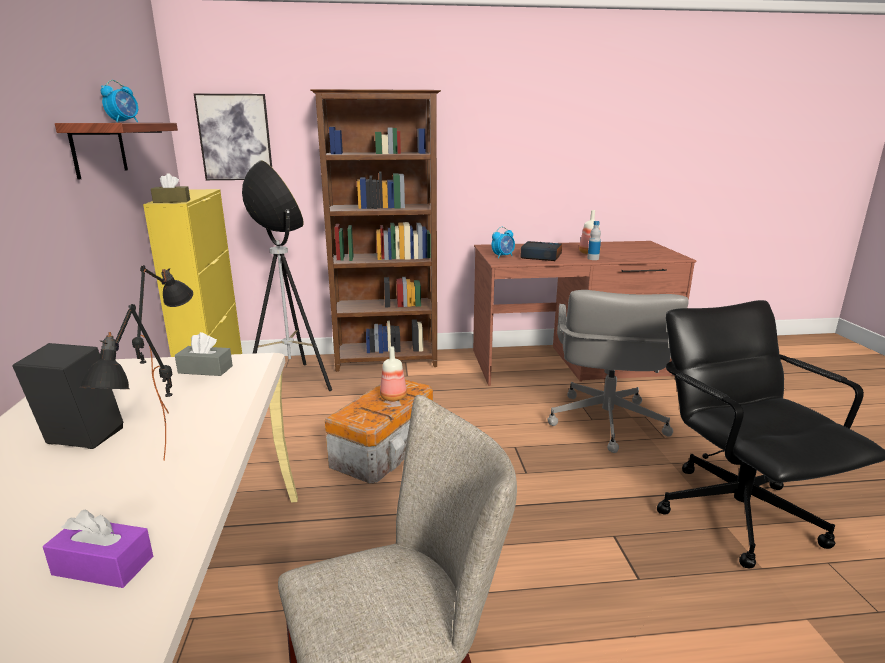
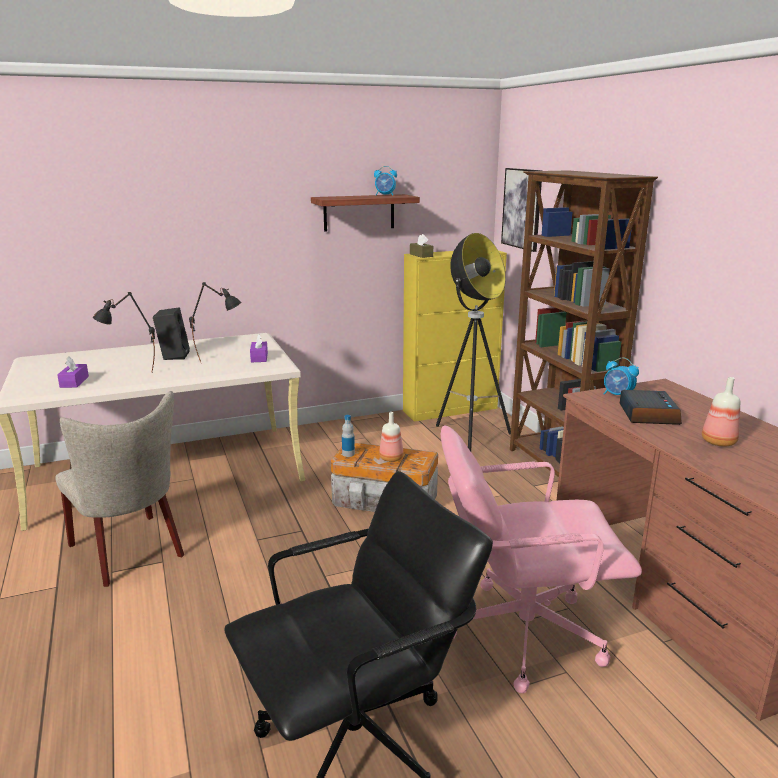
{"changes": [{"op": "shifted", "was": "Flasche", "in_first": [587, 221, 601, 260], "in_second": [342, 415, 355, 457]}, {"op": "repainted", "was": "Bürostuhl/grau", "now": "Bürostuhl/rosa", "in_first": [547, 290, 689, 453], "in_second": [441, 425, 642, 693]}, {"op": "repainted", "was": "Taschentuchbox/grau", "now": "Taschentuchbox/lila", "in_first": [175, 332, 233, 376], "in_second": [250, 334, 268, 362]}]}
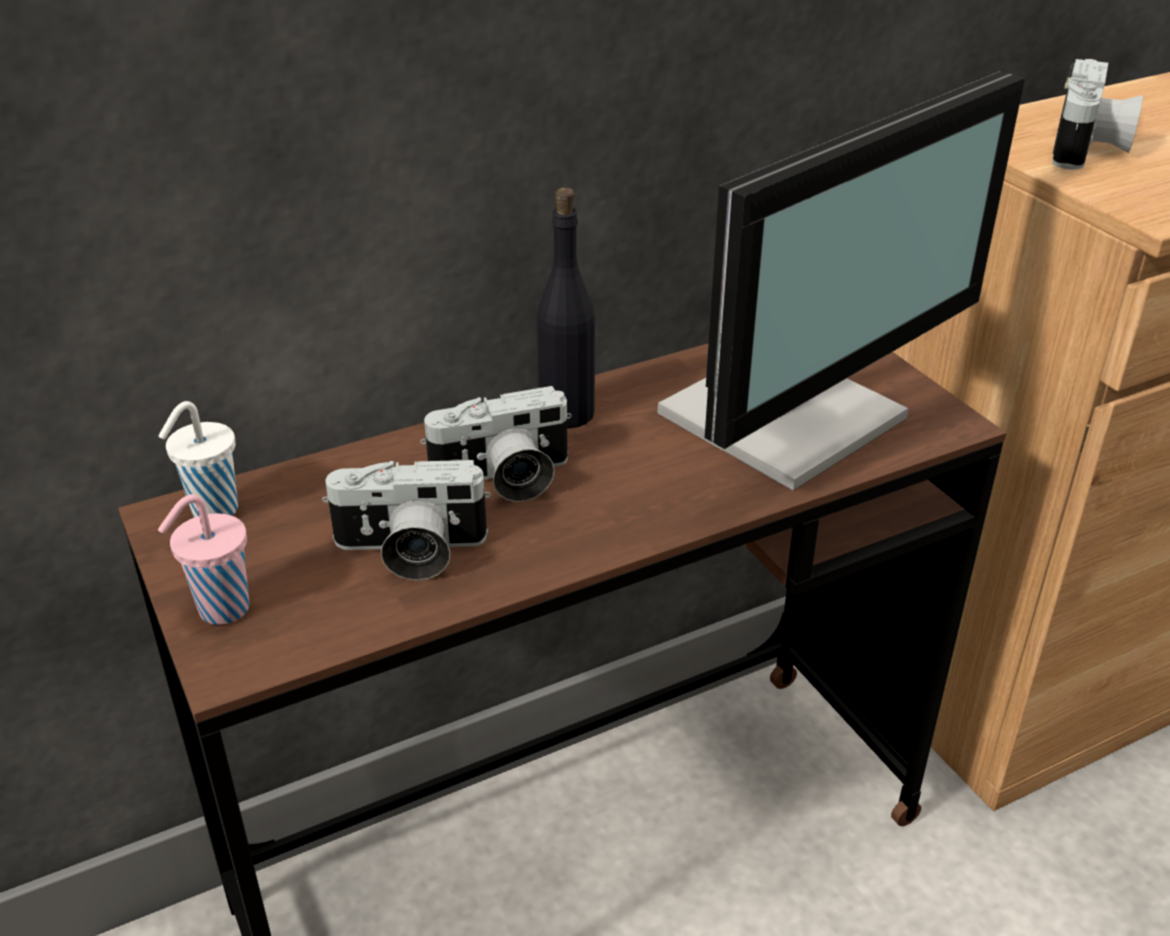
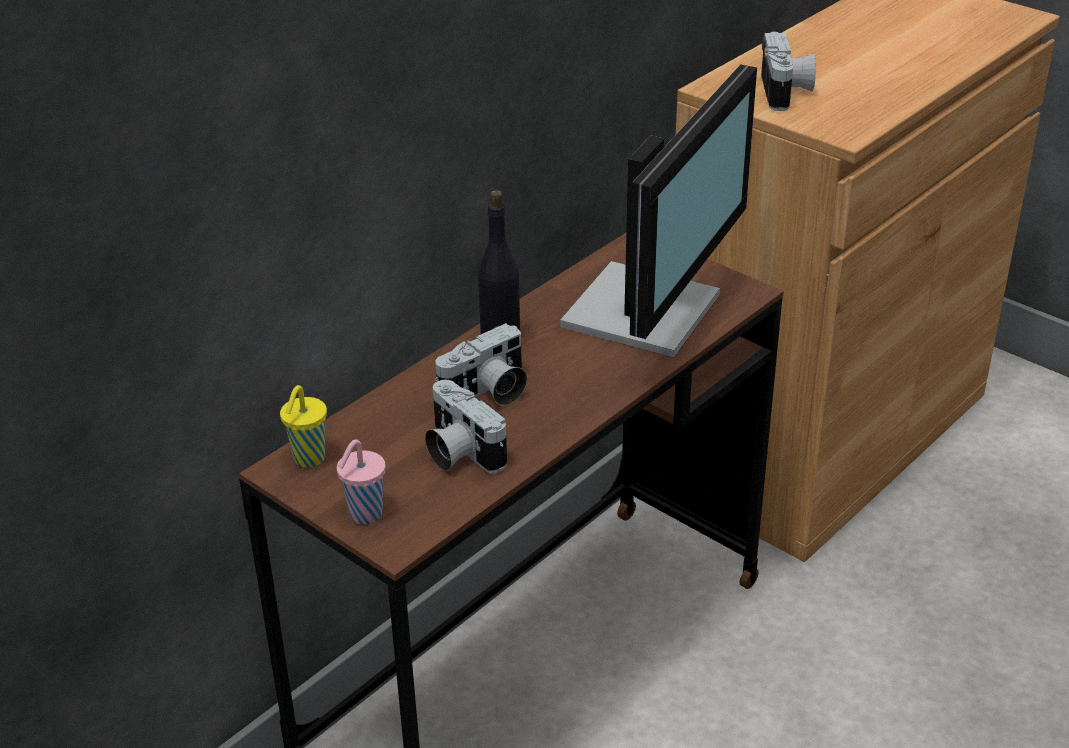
{"changes": [{"op": "repainted", "was": "Tasse/weiß", "now": "Tasse/gelb", "in_first": [158, 401, 238, 517], "in_second": [280, 385, 327, 468]}, {"op": "rotated", "was": "Kamera", "in_first": [322, 459, 491, 580], "in_second": [425, 380, 507, 473], "clockwise": 75}]}
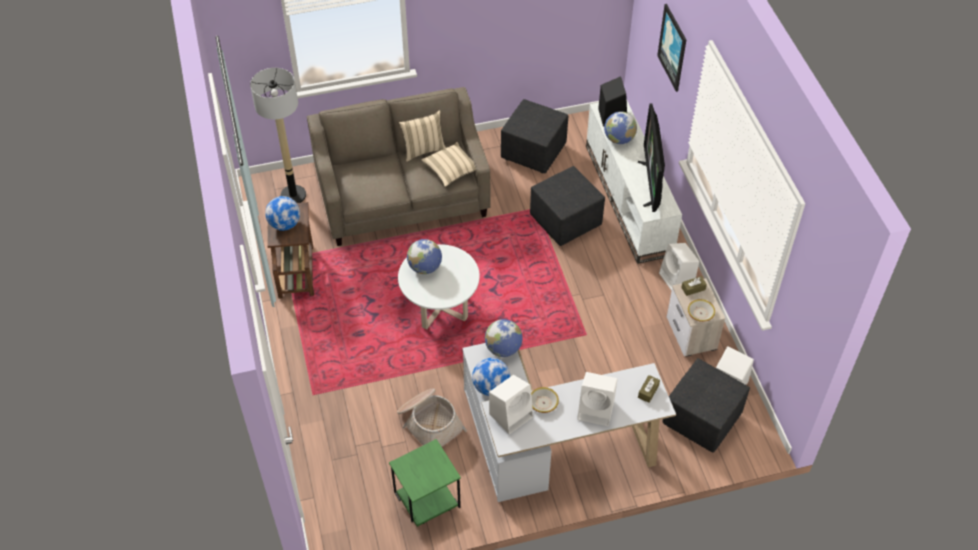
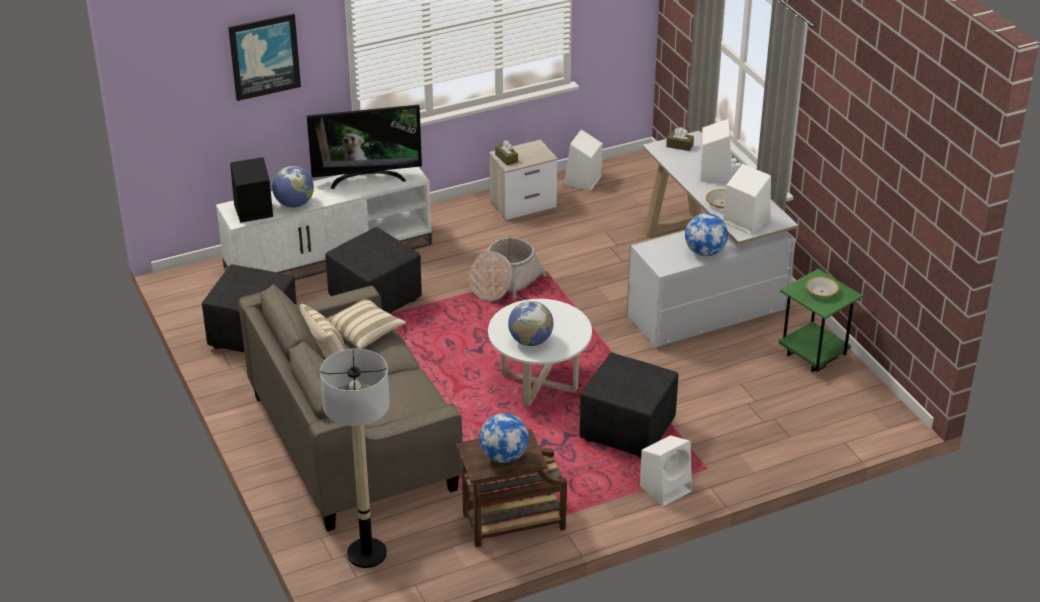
{"changes": [{"op": "shifted", "was": "Lautsprecher/weiß", "in_first": [659, 243, 699, 291], "in_second": [640, 435, 692, 507]}, {"op": "shifted", "was": "Schüssel", "in_first": [688, 299, 715, 322], "in_second": [805, 277, 839, 298]}, {"op": "gone", "was": "Globus", "in_first": [485, 319, 523, 357]}, {"op": "shifted", "was": "Polsterhocker/schwarz", "in_first": [663, 358, 750, 453], "in_second": [580, 352, 678, 459]}, {"op": "shifted", "was": "Korb", "in_first": [397, 388, 467, 447], "in_second": [469, 238, 547, 301]}]}
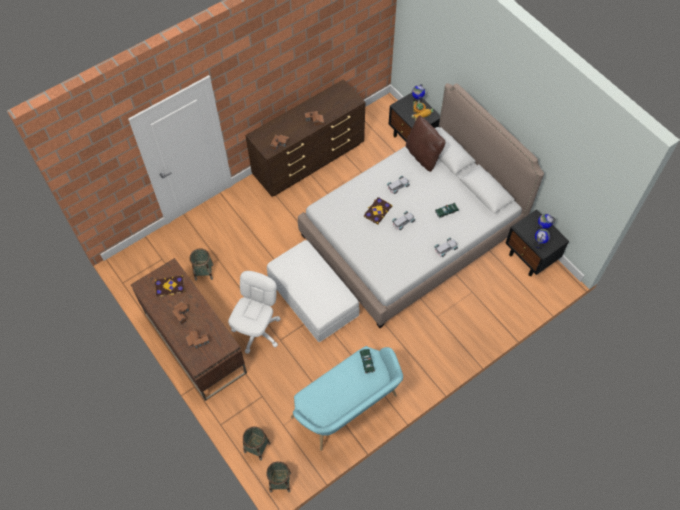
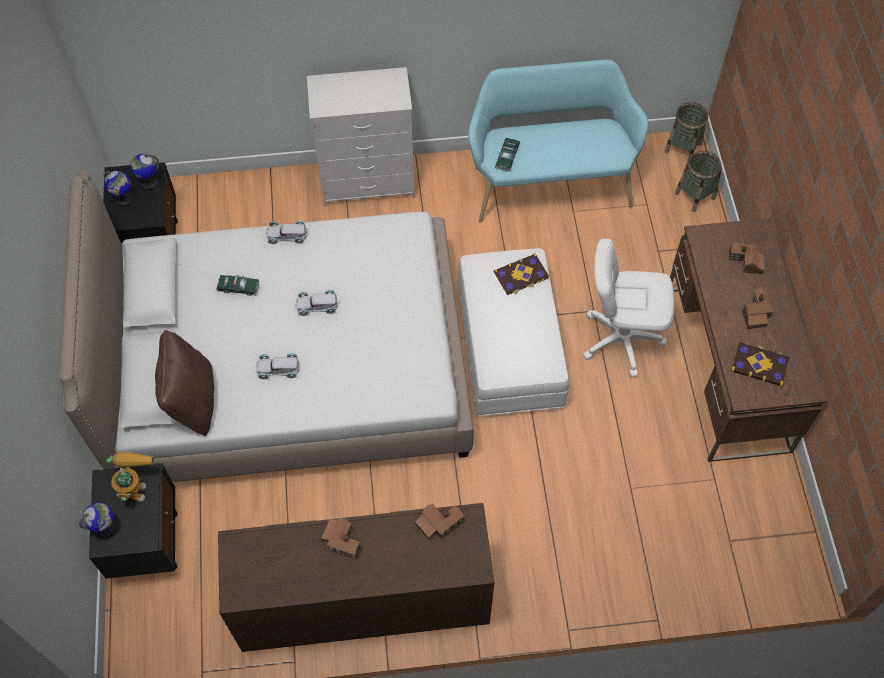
{"changes": [{"op": "shifted", "was": "Buch", "in_first": [364, 197, 393, 225], "in_second": [494, 253, 549, 295]}, {"op": "gone", "was": "Korb", "in_first": [190, 248, 214, 281]}, {"op": "rotated", "was": "Bürostuhl/weiß", "in_first": [228, 271, 281, 354], "in_second": [583, 238, 675, 377], "clockwise": 45}, {"op": "new", "now": "Kommode/weiß", "in_second": [307, 67, 415, 206]}]}
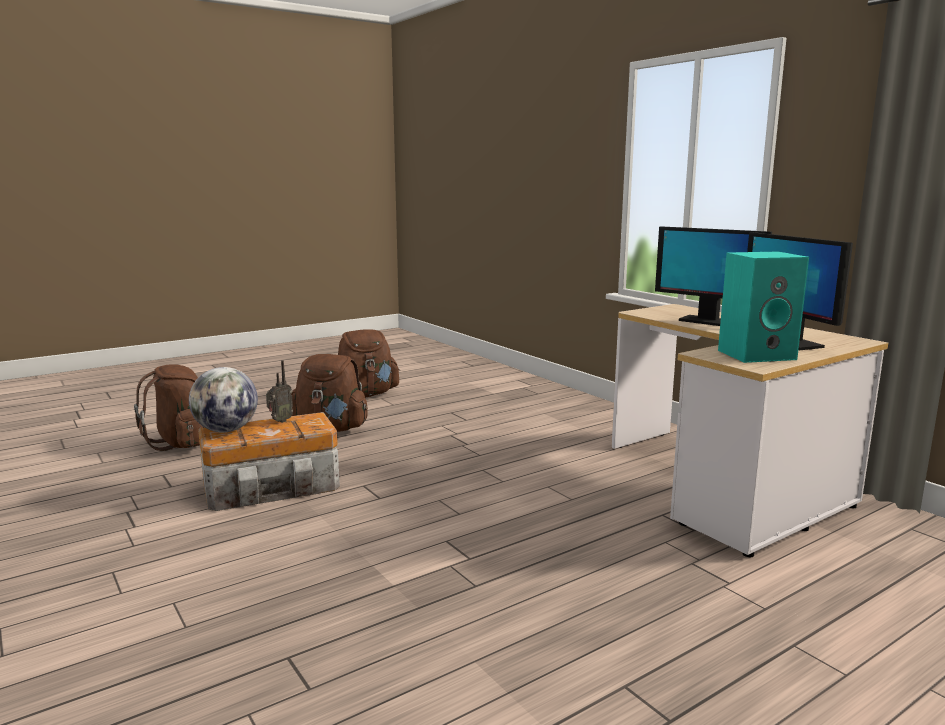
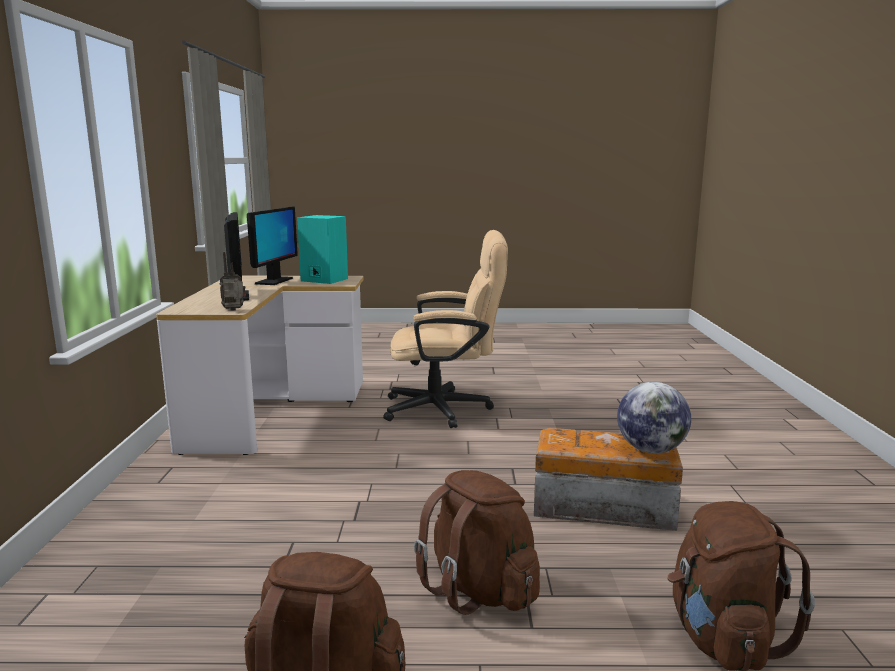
{"changes": [{"op": "shifted", "was": "Radio", "in_first": [266, 360, 293, 423], "in_second": [220, 252, 246, 311]}, {"op": "new", "now": "Bürostuhl/beige", "in_second": [383, 230, 508, 428]}]}
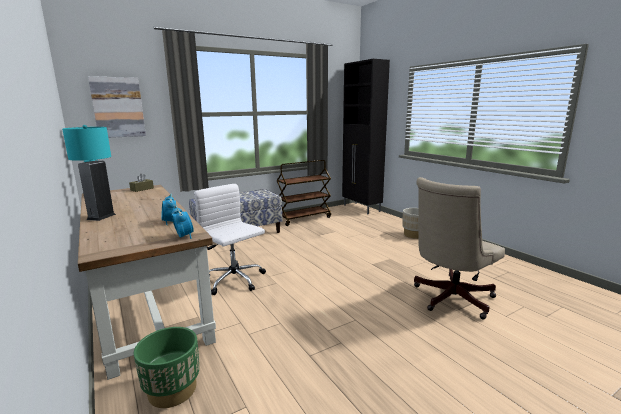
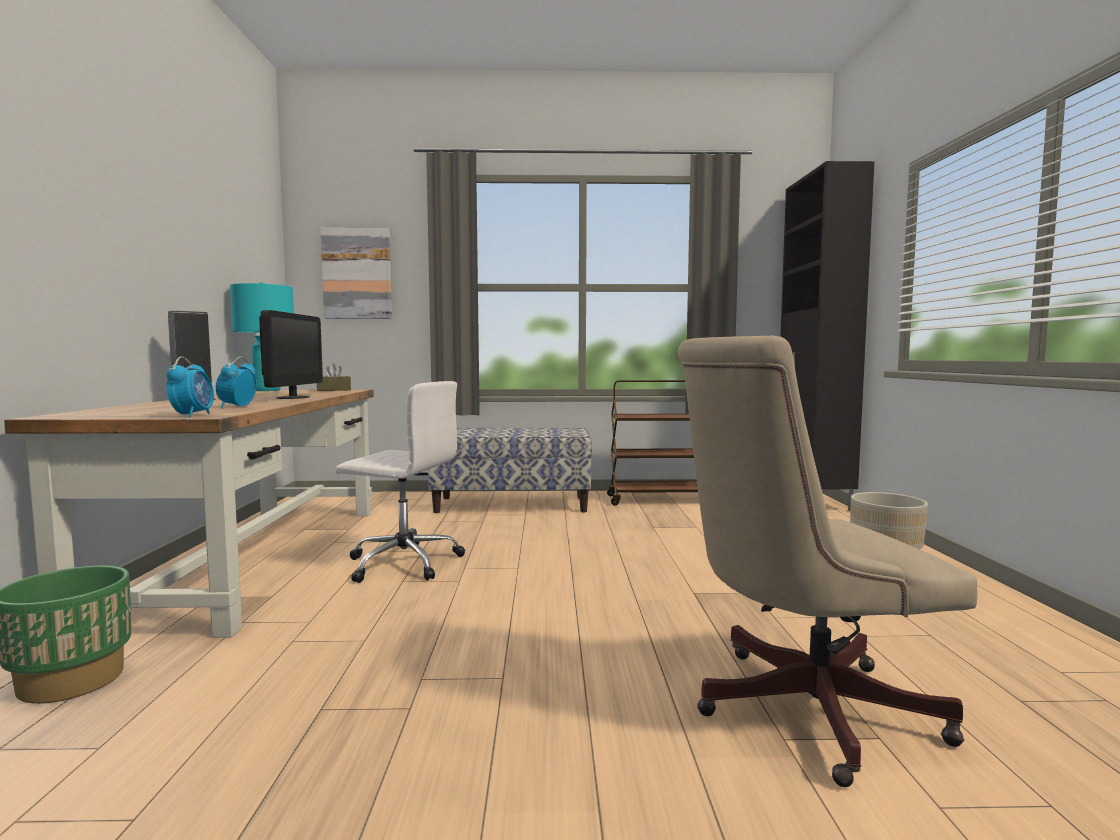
{"changes": [{"op": "rotated", "was": "Bürostuhl/weiß", "in_first": [194, 184, 266, 295], "in_second": [336, 381, 465, 583], "clockwise": 120}, {"op": "new", "now": "Monitor", "in_second": [259, 310, 323, 399]}]}
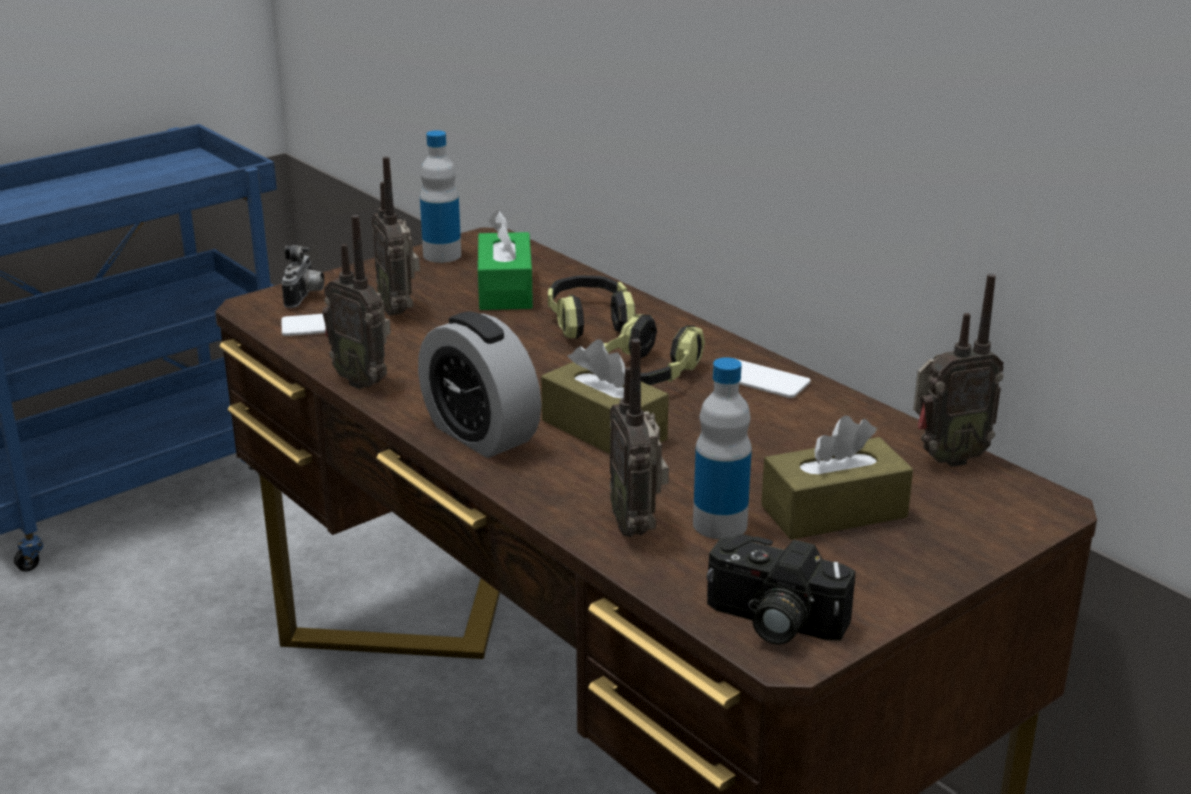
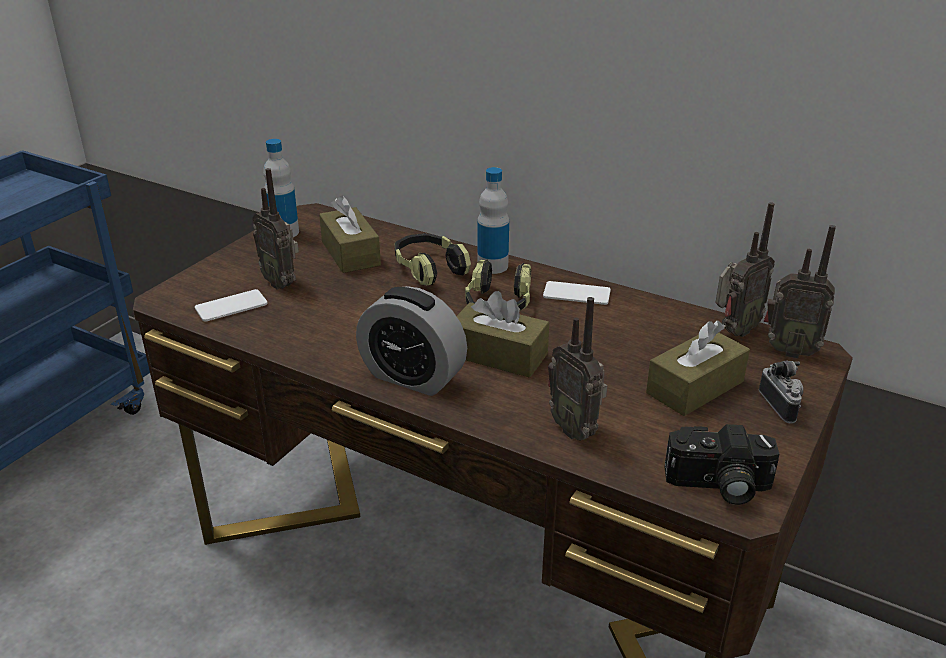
{"changes": [{"op": "repainted", "was": "Taschentuchbox/grün", "now": "Taschentuchbox/braun", "in_first": [478, 210, 533, 310], "in_second": [319, 195, 381, 273]}, {"op": "shifted", "was": "Radio", "in_first": [322, 215, 391, 389], "in_second": [764, 225, 836, 358]}, {"op": "shifted", "was": "Kamera", "in_first": [282, 245, 324, 308], "in_second": [759, 361, 803, 423]}, {"op": "shifted", "was": "Flasche", "in_first": [693, 357, 752, 539], "in_second": [477, 167, 509, 274]}]}
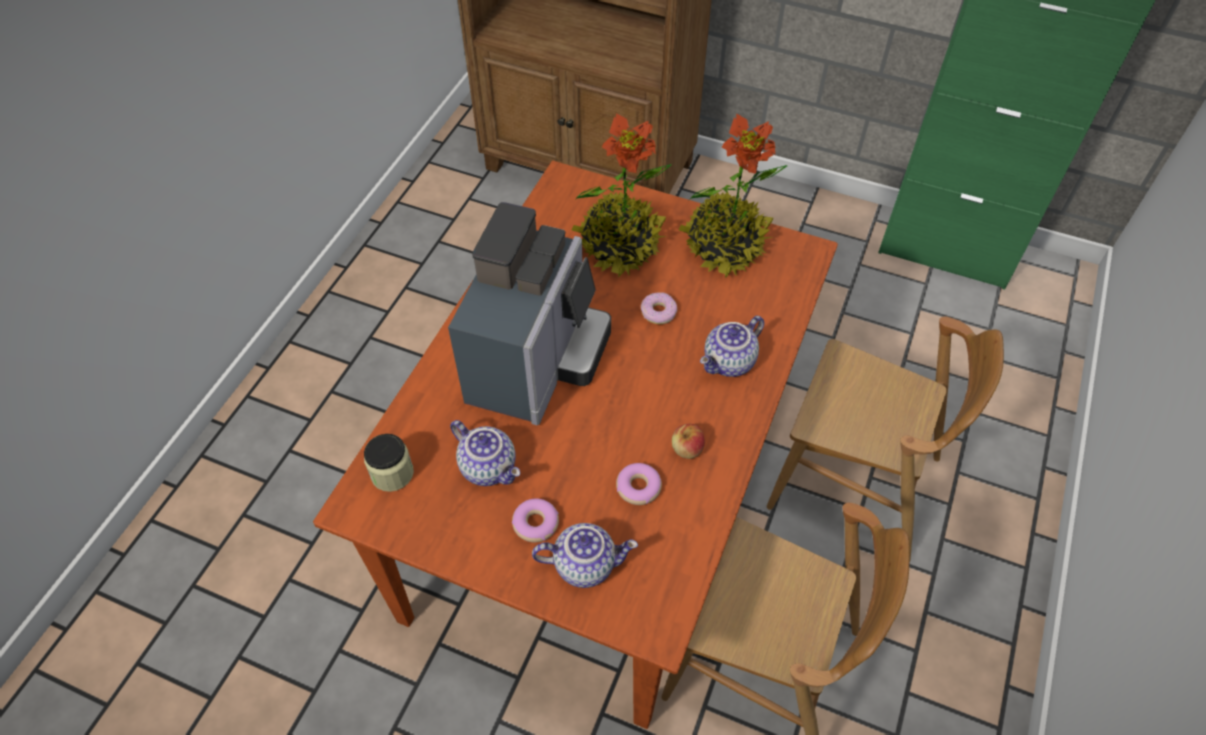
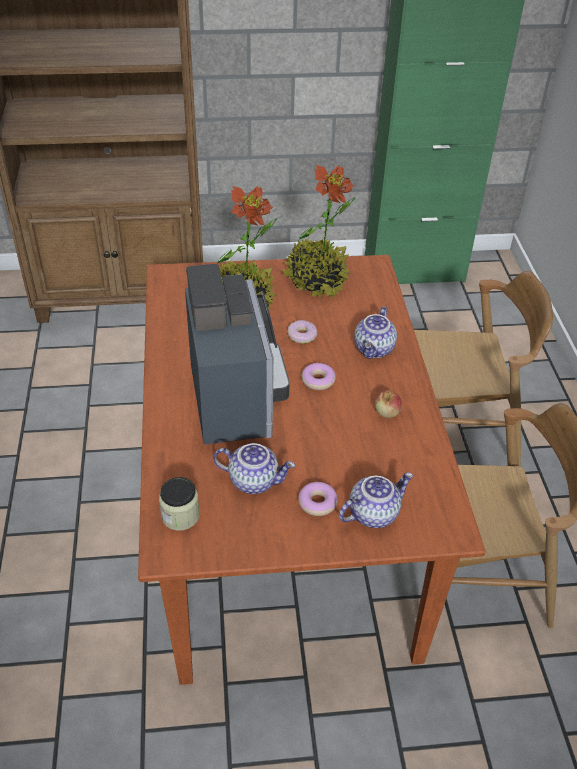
{"changes": [{"op": "shifted", "was": "Donut", "in_first": [616, 463, 662, 505], "in_second": [302, 363, 336, 390]}]}
